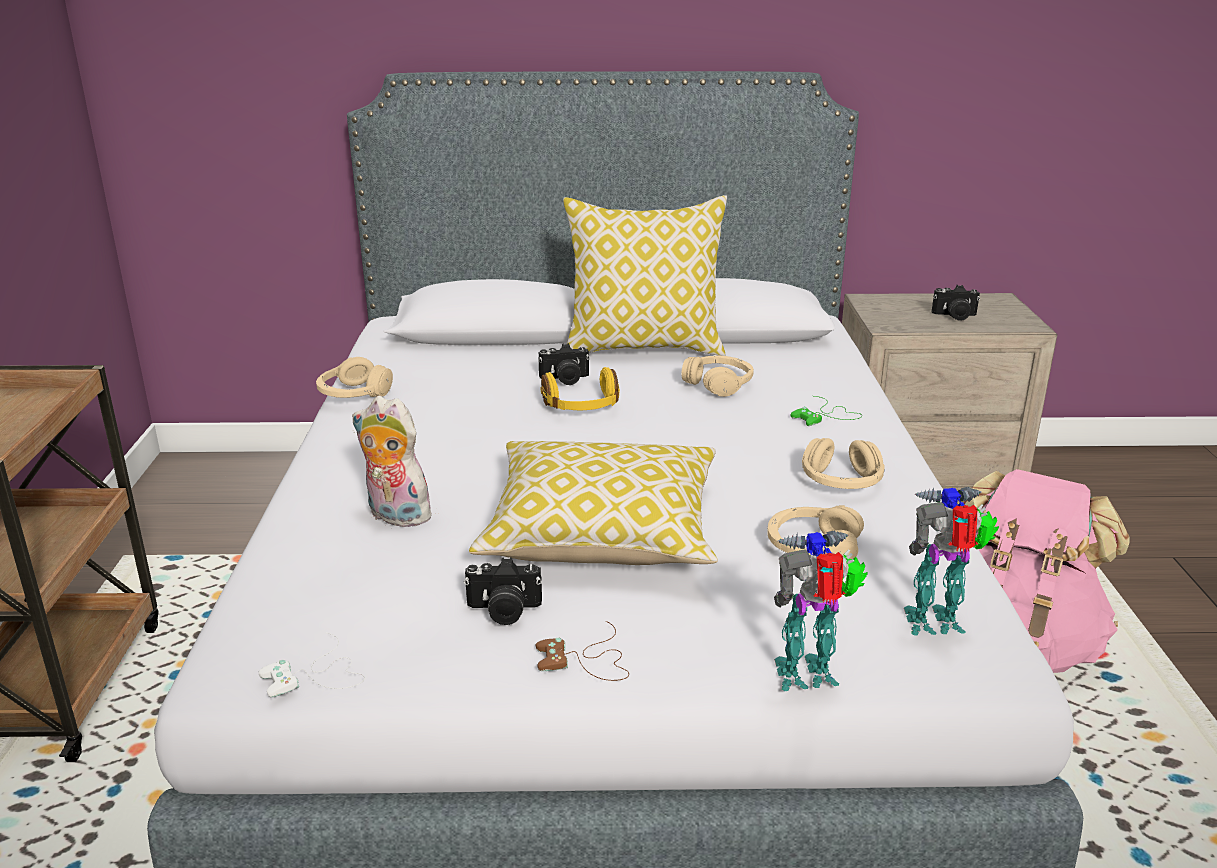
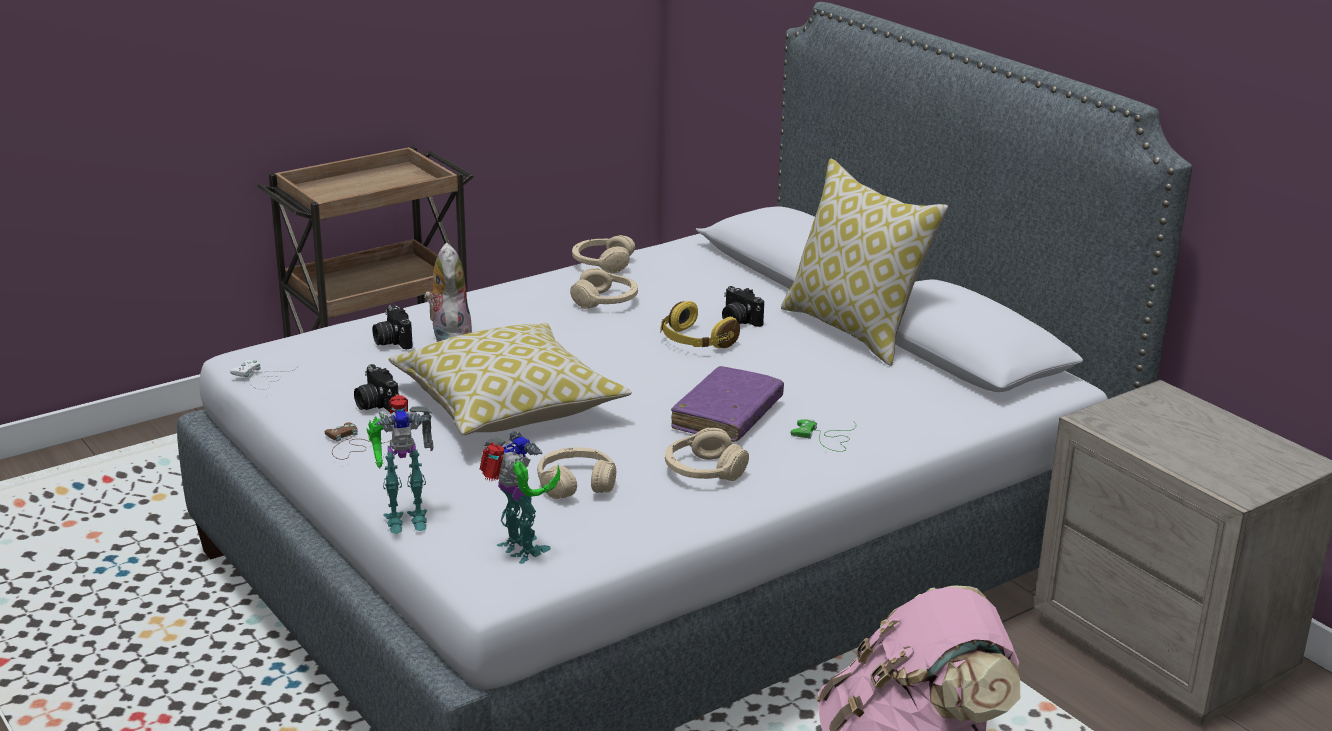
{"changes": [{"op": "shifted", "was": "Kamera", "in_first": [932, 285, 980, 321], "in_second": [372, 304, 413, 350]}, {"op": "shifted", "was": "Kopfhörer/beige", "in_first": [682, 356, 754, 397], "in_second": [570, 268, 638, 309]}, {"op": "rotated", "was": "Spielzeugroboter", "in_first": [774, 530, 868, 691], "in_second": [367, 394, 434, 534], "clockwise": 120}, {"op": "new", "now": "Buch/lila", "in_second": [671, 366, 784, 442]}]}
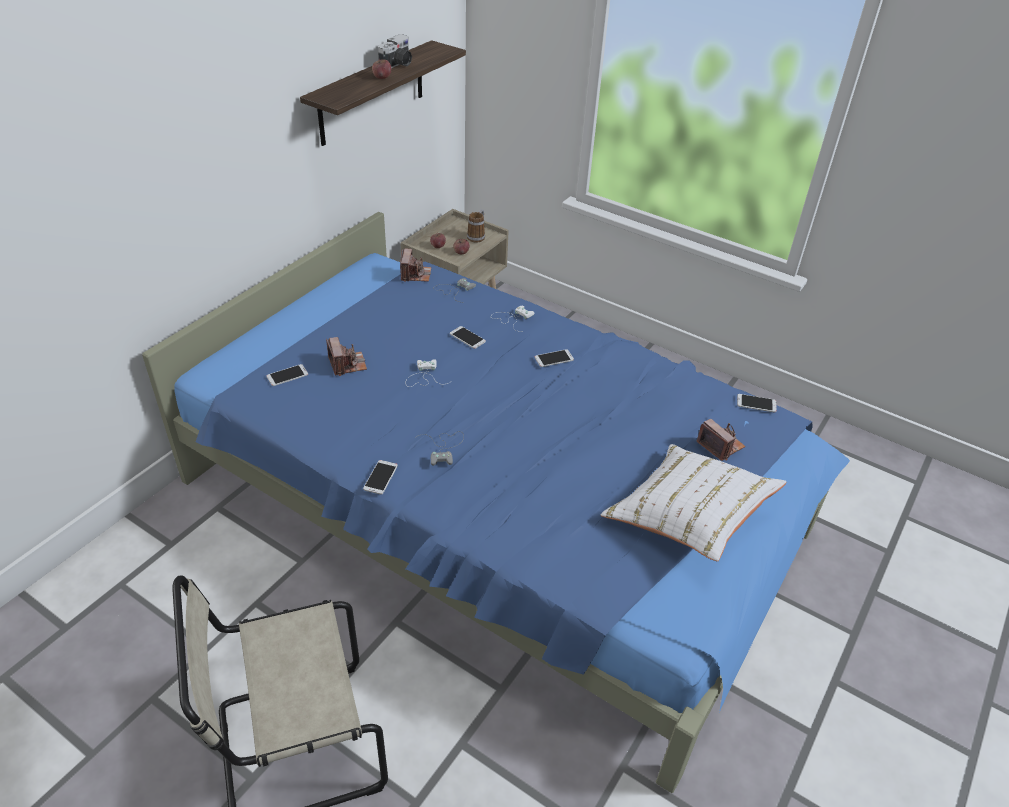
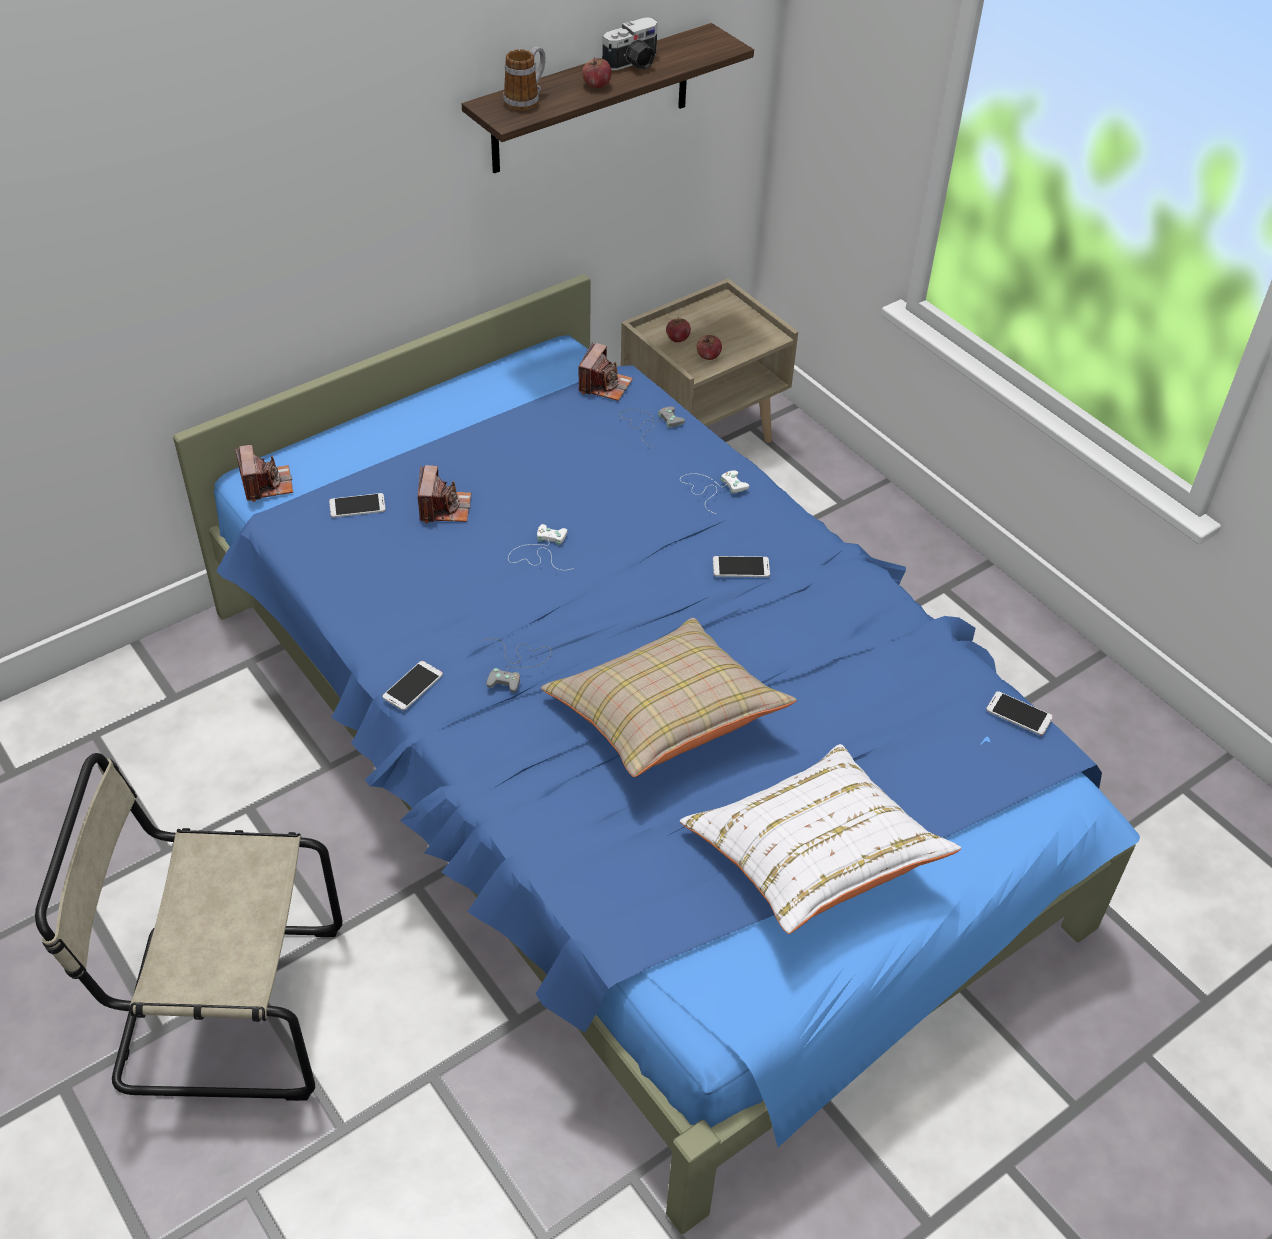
{"changes": [{"op": "shifted", "was": "Henkelbecher", "in_first": [467, 209, 485, 243], "in_second": [503, 46, 545, 111]}, {"op": "gone", "was": "Handy", "in_first": [450, 326, 486, 349]}, {"op": "shifted", "was": "Kamera", "in_first": [697, 419, 746, 461], "in_second": [235, 445, 293, 502]}, {"op": "new", "now": "Kissen/beige", "in_second": [541, 618, 797, 777]}]}
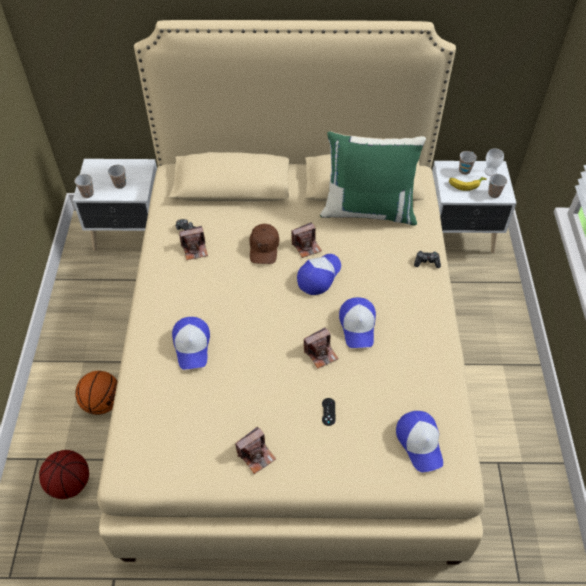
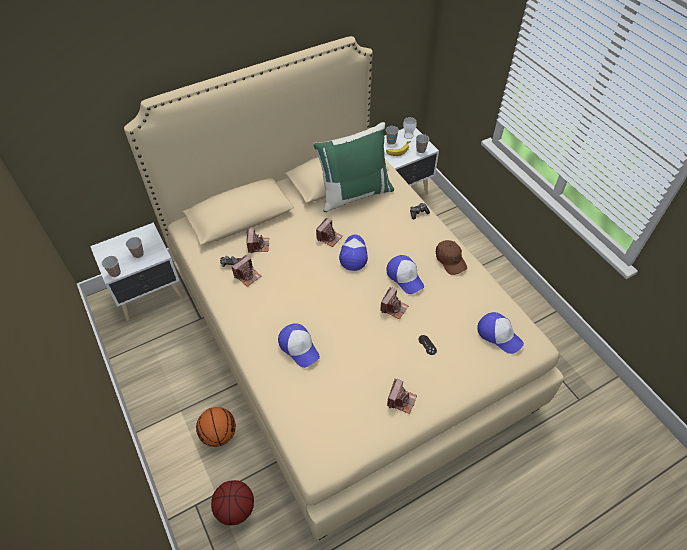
{"changes": [{"op": "shifted", "was": "Kappe/braun", "in_first": [249, 224, 279, 264], "in_second": [436, 240, 467, 275]}, {"op": "new", "now": "Kamera", "in_second": [247, 228, 269, 253]}]}
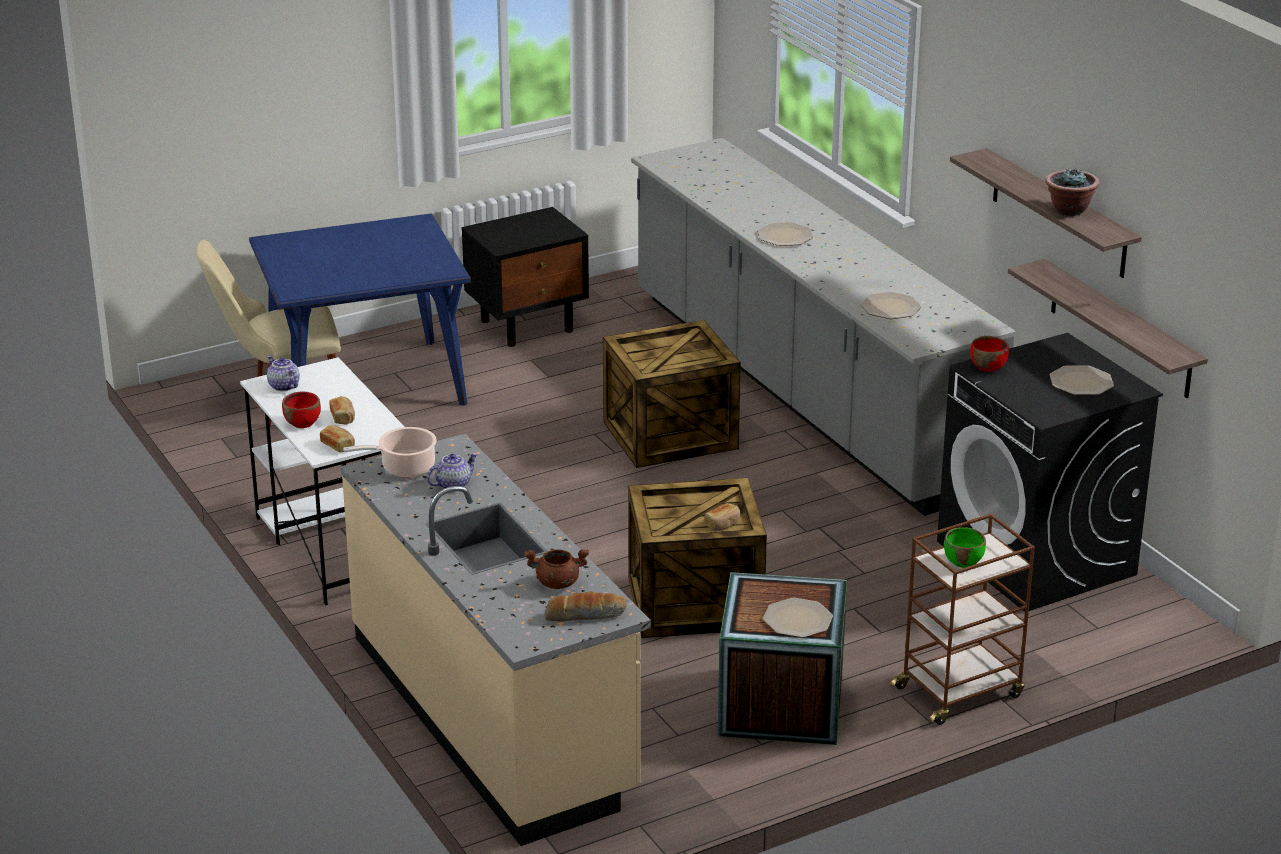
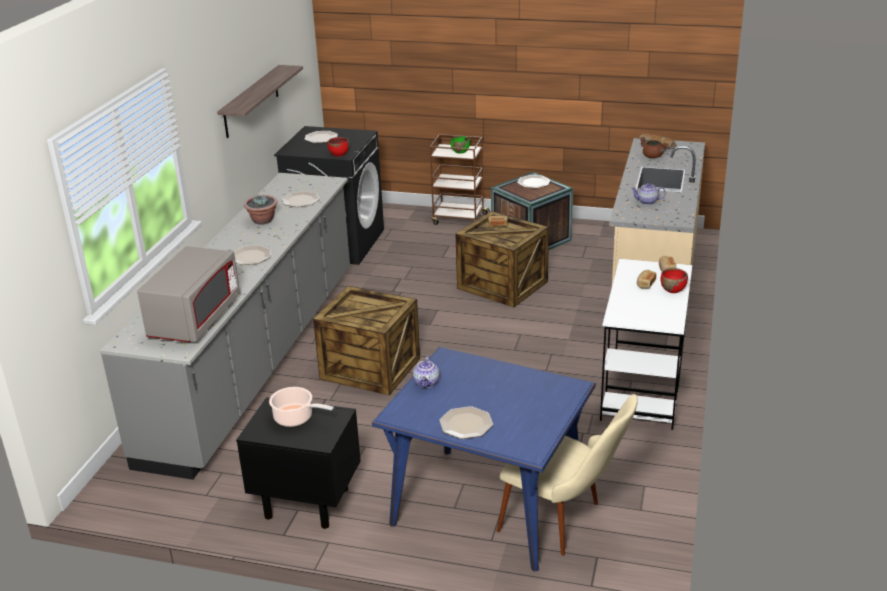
{"changes": [{"op": "shifted", "was": "Topfpflanze", "in_first": [1045, 167, 1100, 216], "in_second": [244, 195, 277, 225]}, {"op": "gone", "was": "Wandregal", "in_first": [1008, 259, 1208, 398]}, {"op": "shifted", "was": "Teekanne", "in_first": [267, 355, 300, 391], "in_second": [413, 356, 440, 388]}, {"op": "shifted", "was": "Kochtopf", "in_first": [343, 427, 437, 478], "in_second": [269, 387, 334, 427]}, {"op": "new", "now": "Mikrowelle/grau", "in_second": [137, 246, 240, 342]}, {"op": "new", "now": "Teller", "in_second": [439, 406, 493, 439]}]}
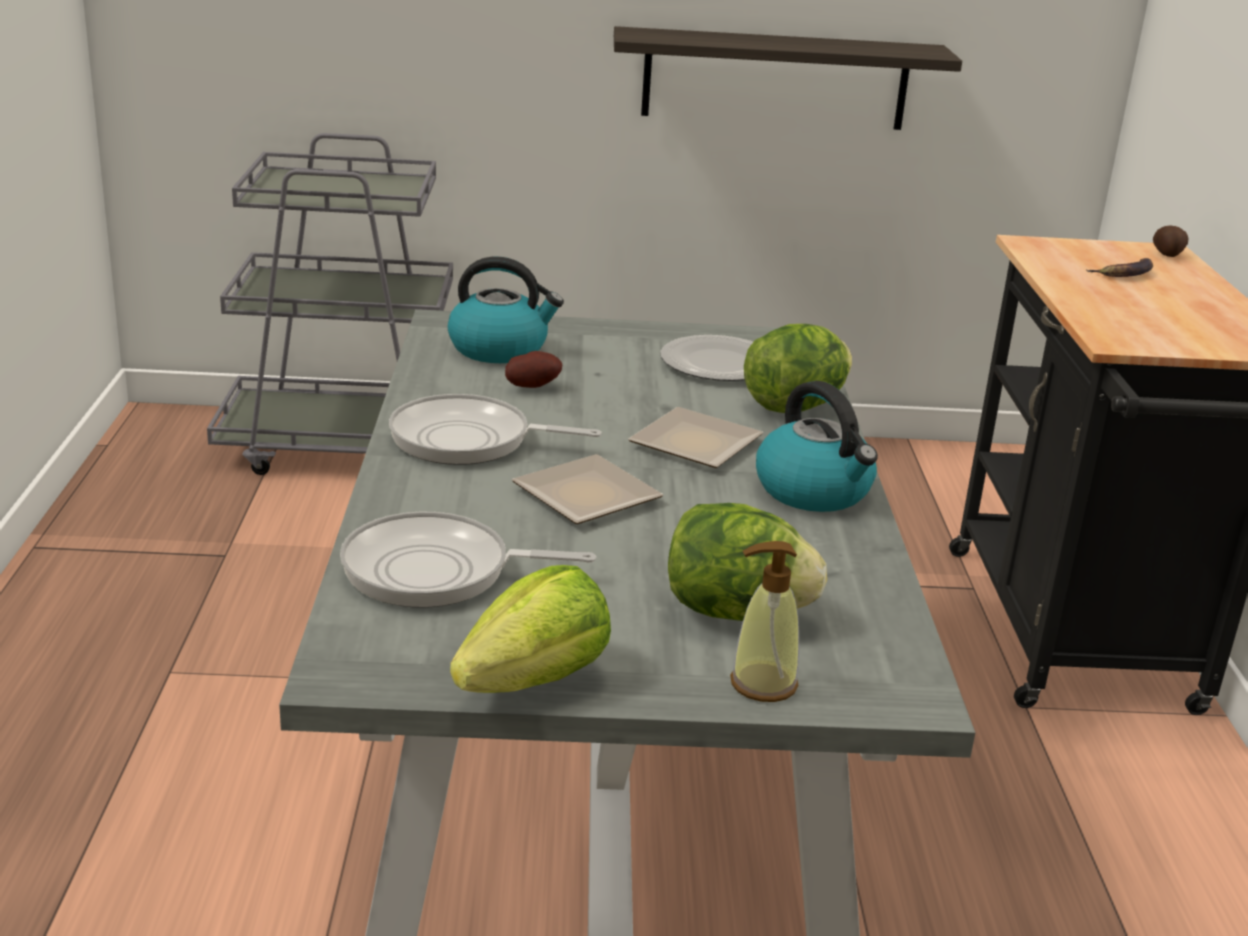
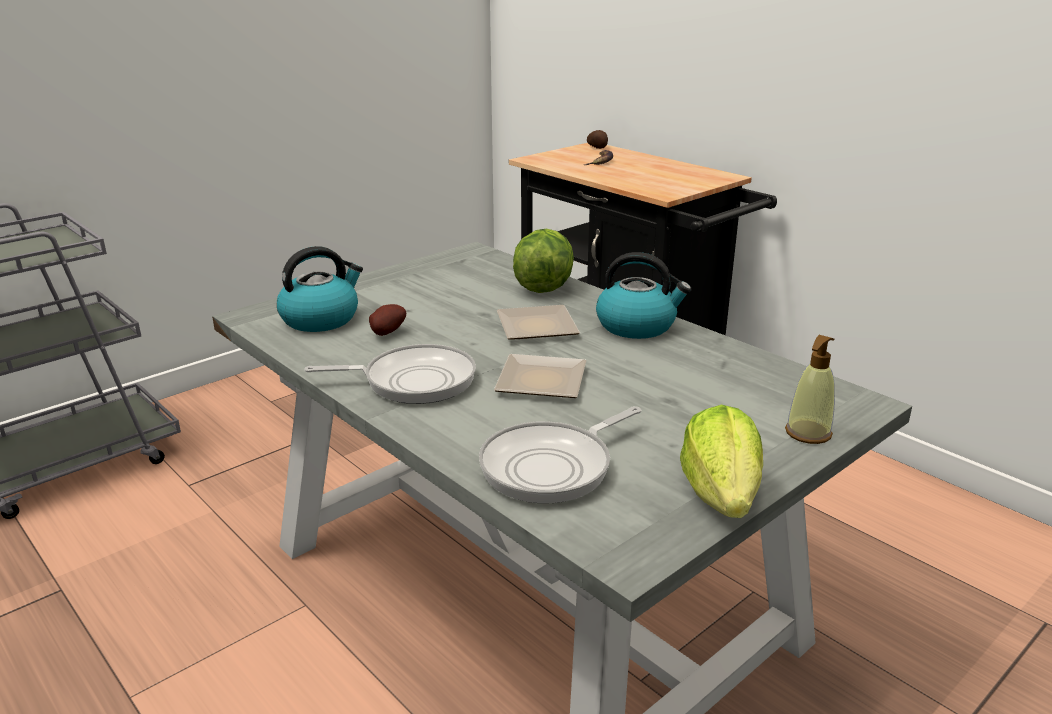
{"changes": [{"op": "gone", "was": "Wandregal", "in_first": [614, 26, 962, 130]}, {"op": "gone", "was": "Teller", "in_first": [660, 335, 753, 381]}, {"op": "rotated", "was": "Pfanne", "in_first": [389, 394, 602, 465], "in_second": [304, 344, 476, 404], "clockwise": -150}, {"op": "gone", "was": "Salatkopf", "in_first": [668, 503, 827, 621]}]}
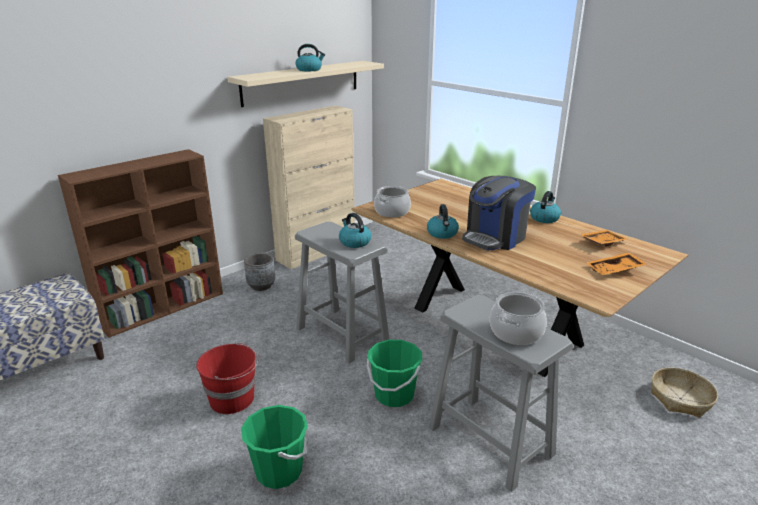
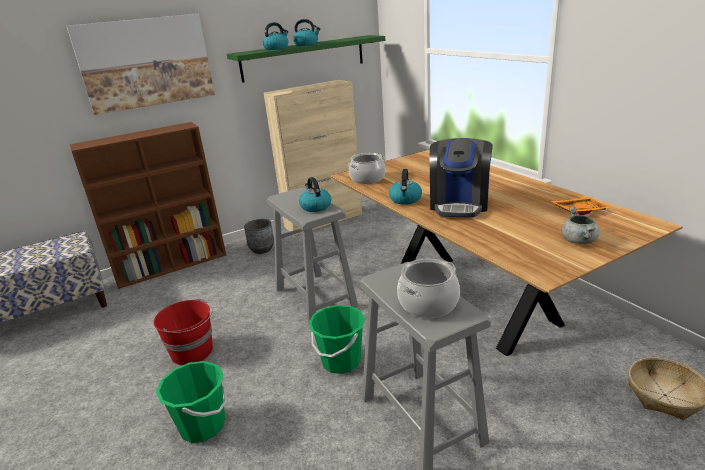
{"changes": [{"op": "repainted", "was": "Wandregal/beige", "now": "Wandregal/grün", "in_first": [227, 61, 384, 107], "in_second": [227, 35, 385, 83]}, {"op": "rotated", "was": "Kaffeemaschine", "in_first": [462, 176, 536, 250], "in_second": [430, 138, 493, 217], "clockwise": -45}, {"op": "shifted", "was": "Wasserkessel", "in_first": [530, 191, 561, 223], "in_second": [263, 22, 288, 50]}, {"op": "swapped", "was": "Tablett/orange", "now": "Kochtopf/grau", "in_first": [587, 252, 646, 275], "in_second": [561, 206, 600, 244]}, {"op": "new", "now": "Bild", "in_second": [67, 14, 215, 115]}]}
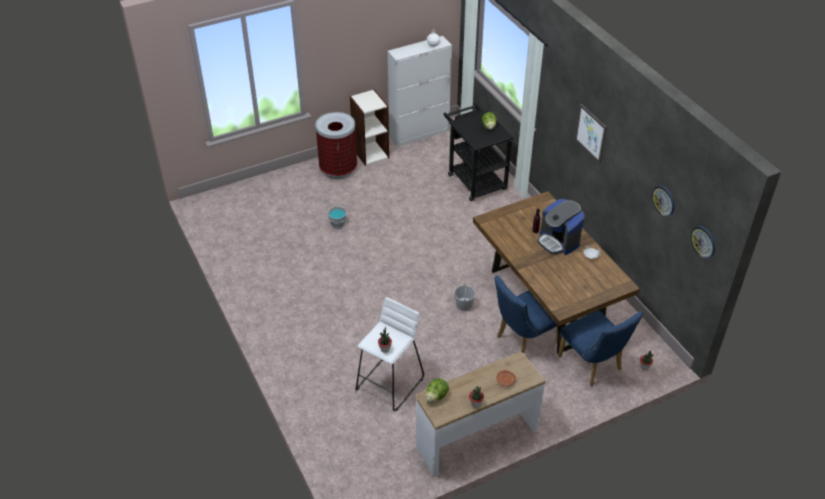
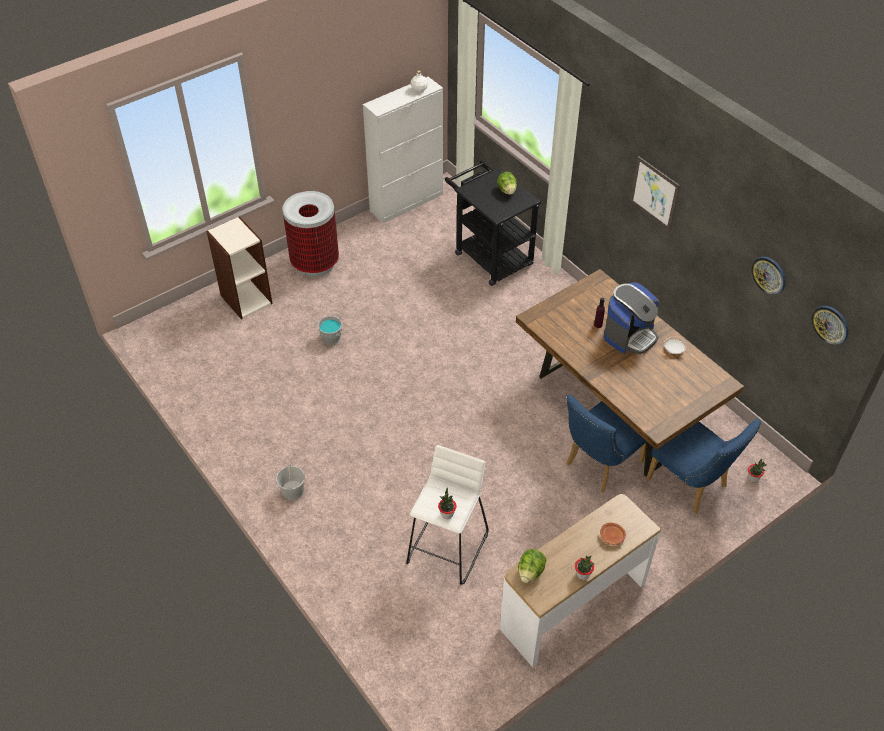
{"changes": [{"op": "shifted", "was": "Bücherregal", "in_first": [350, 89, 389, 166], "in_second": [206, 216, 273, 319]}, {"op": "rotated", "was": "Kaffeemaschine", "in_first": [537, 199, 584, 255], "in_second": [604, 283, 659, 354], "clockwise": -90}, {"op": "shifted", "was": "Eimer/weiß", "in_first": [454, 283, 476, 311], "in_second": [276, 464, 305, 500]}]}
